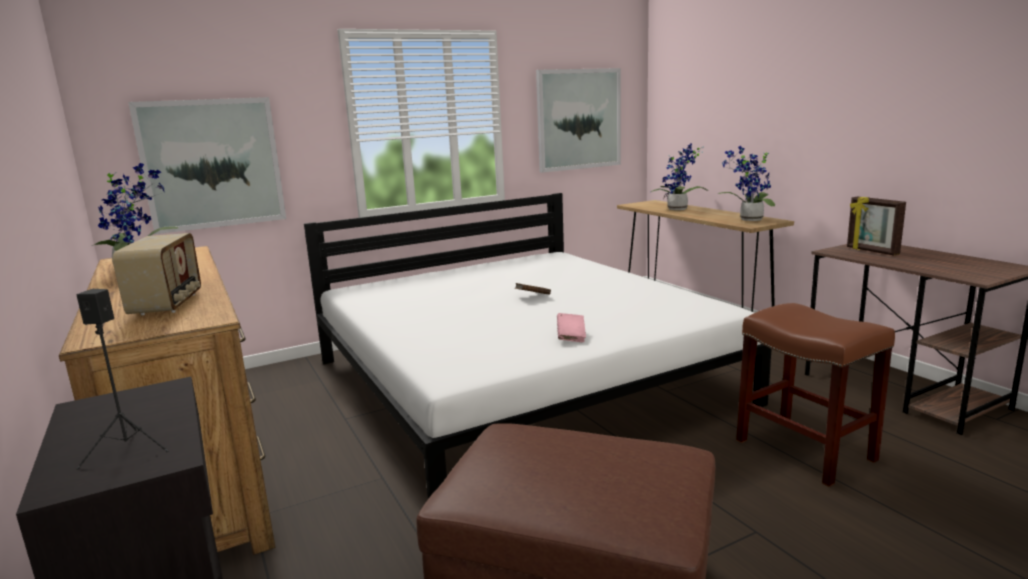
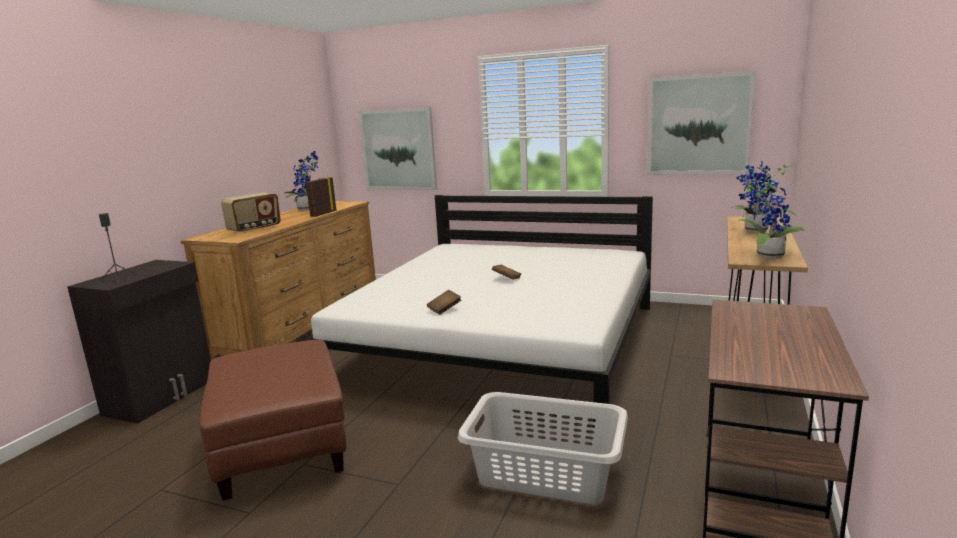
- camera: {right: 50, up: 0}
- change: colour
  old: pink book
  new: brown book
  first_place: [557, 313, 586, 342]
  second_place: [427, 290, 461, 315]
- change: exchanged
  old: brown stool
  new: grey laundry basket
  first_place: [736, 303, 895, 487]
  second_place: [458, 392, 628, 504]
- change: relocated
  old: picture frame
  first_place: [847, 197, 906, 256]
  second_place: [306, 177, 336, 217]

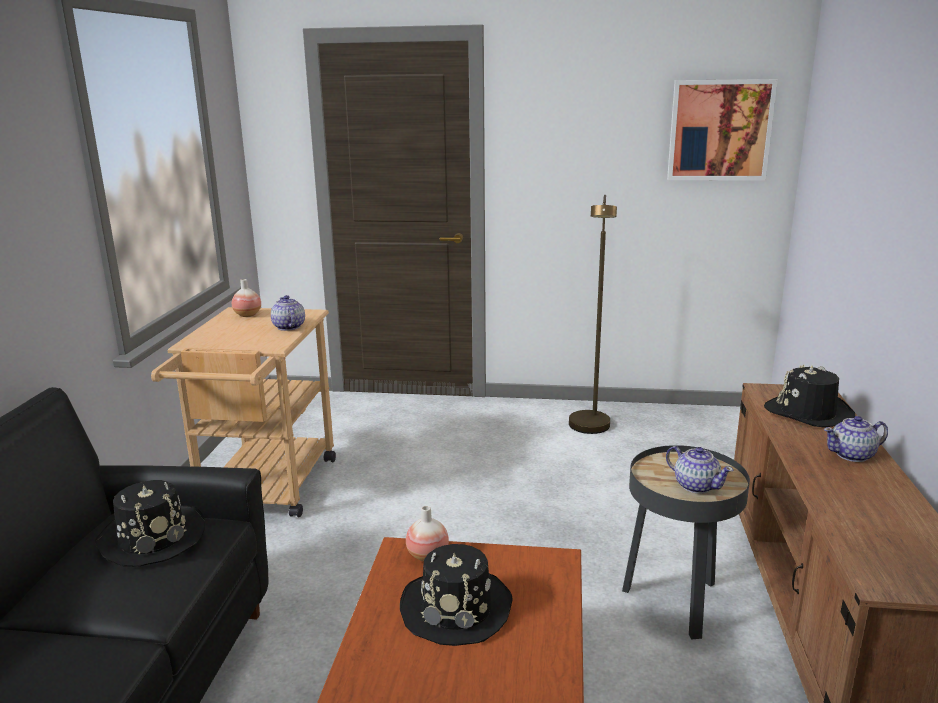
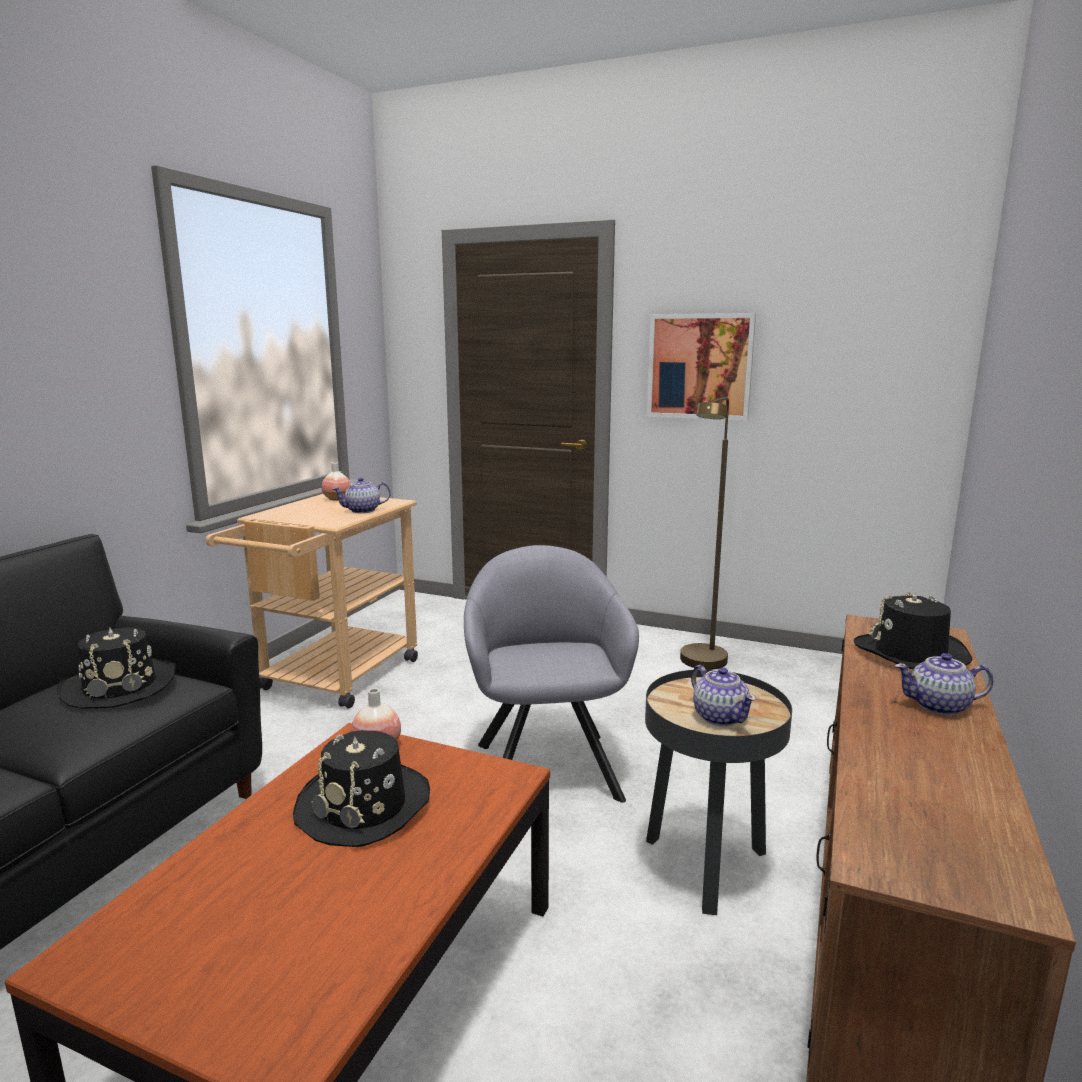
- camera: {right: 15, up: -5}
- change: spun
  old: teapot
  first_place: [271, 295, 305, 331]
  second_place: [332, 477, 391, 513]
  degrees: -105
- change: relocated
  old: picture
  first_place: [667, 79, 778, 181]
  second_place: [647, 313, 756, 421]
- change: appeared
  new: grey armchair
  second_place: [464, 545, 639, 803]

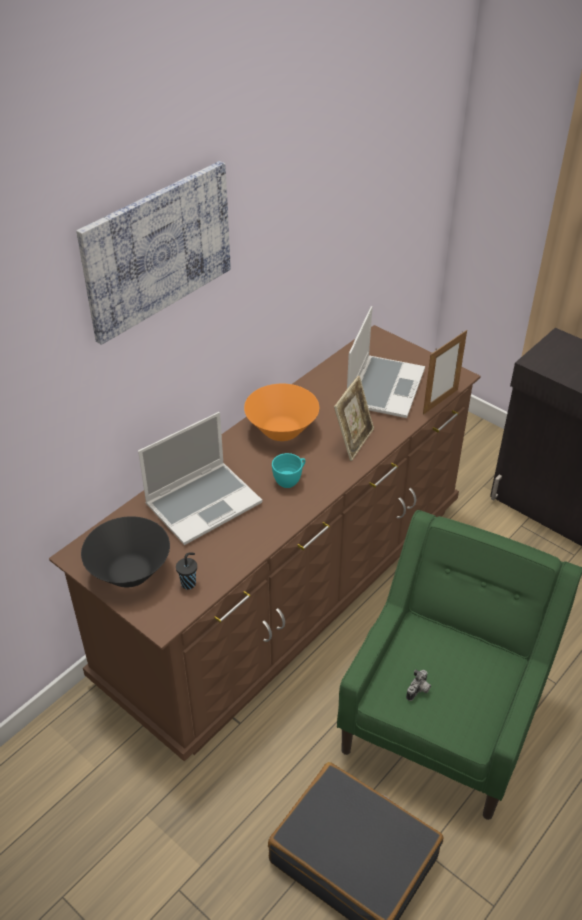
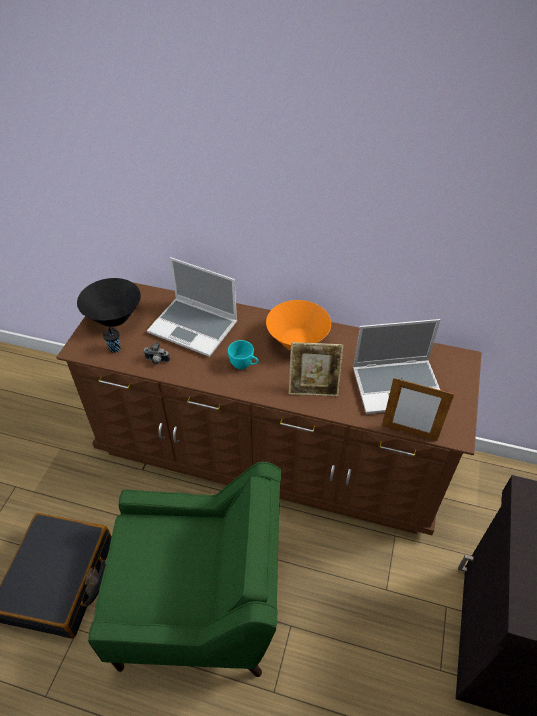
- camera: {right: 65, up: 5}
- change: missing
  old: picture
  first_place: [76, 161, 231, 345]
- change: relocated
  old: photo camera
  first_place: [406, 670, 431, 701]
  second_place: [143, 342, 170, 365]

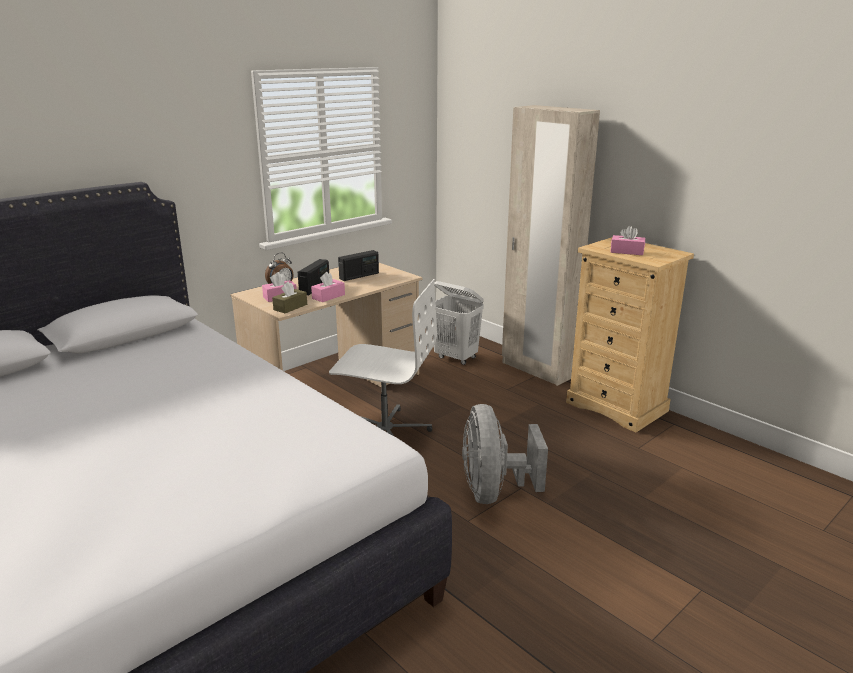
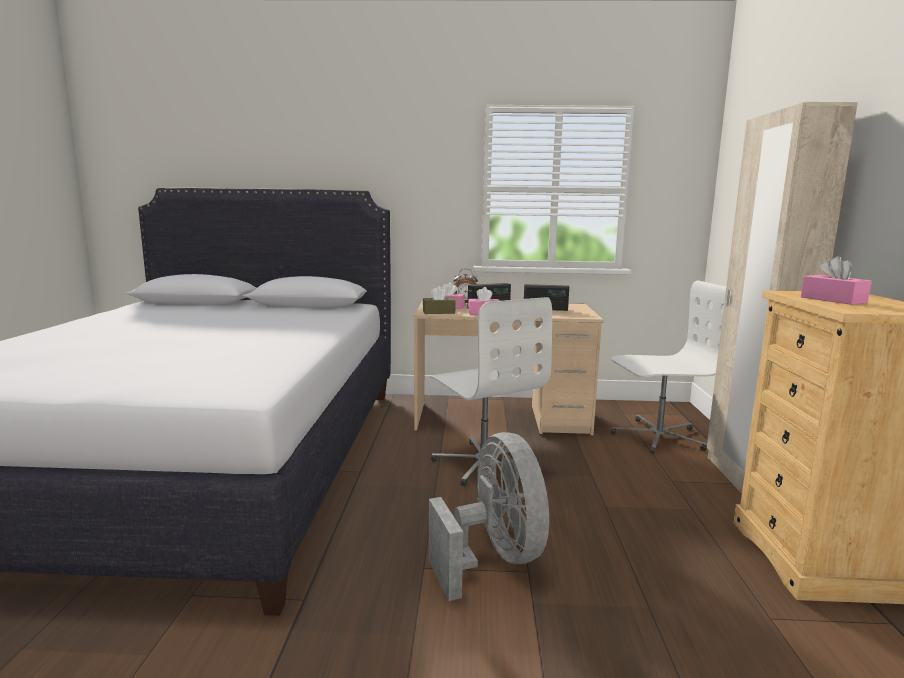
- camera: {right: 45, up: -10}
- change: exchanged
  old: white laundry basket
  new: white office chair
  first_place: [430, 281, 484, 365]
  second_place: [611, 281, 726, 454]
- change: spun
  old: grey fan
  first_place: [462, 404, 548, 504]
  second_place: [429, 432, 549, 601]
  degrees: 120

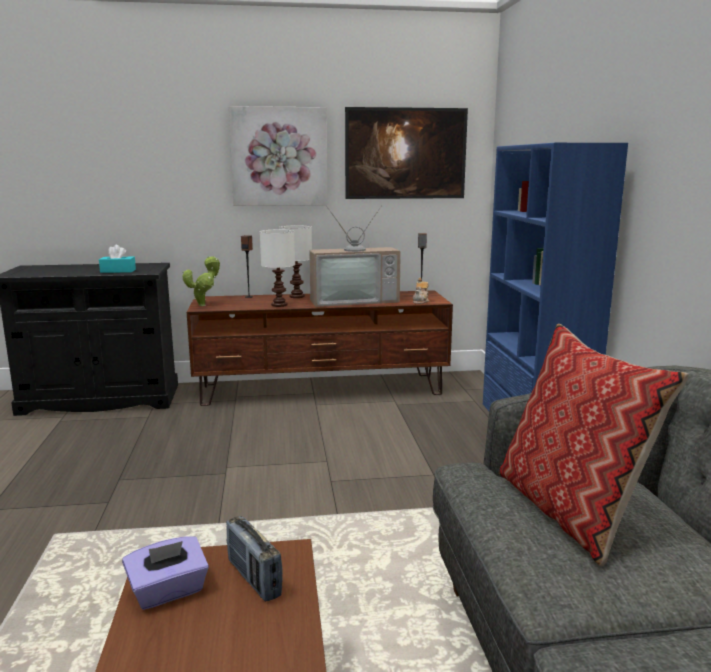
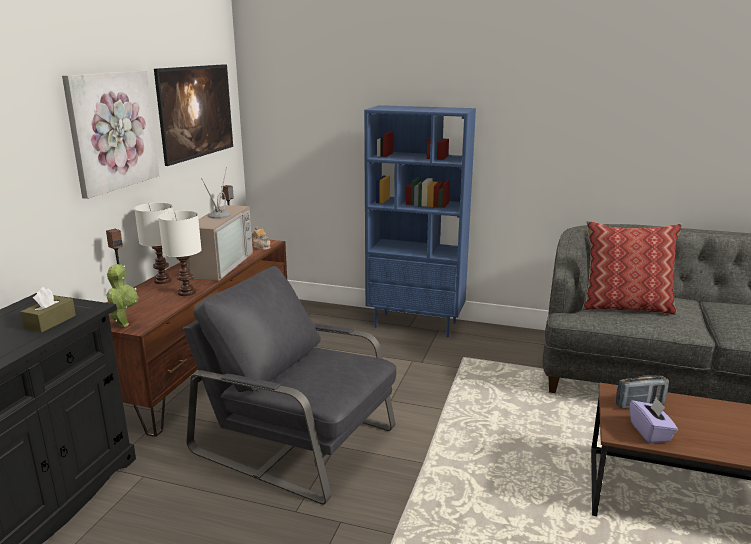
- camera: {right: -65, up: 5}
- change: colour
  old: turquoise tissue box
  new: brown tissue box
  first_place: [99, 245, 136, 273]
  second_place: [21, 287, 76, 333]
- change: appeared
  new: grey armchair
  second_place: [183, 266, 396, 504]

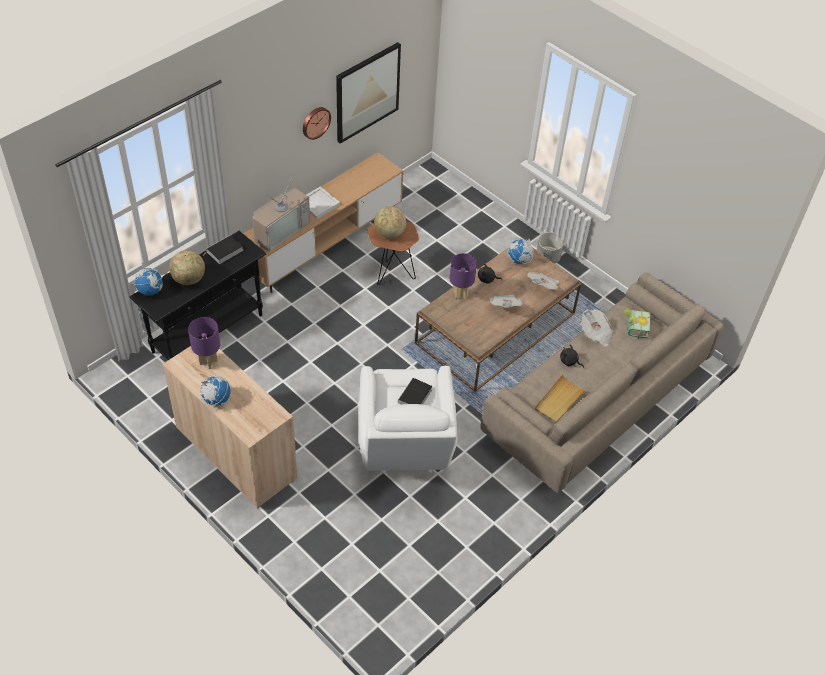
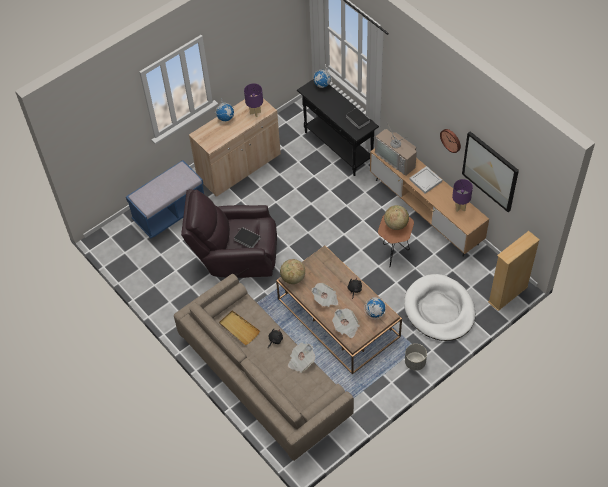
- camera: {right: 100, up: 5}
- change: relocated
  old: globe
  first_place: [169, 250, 205, 285]
  second_place: [280, 259, 305, 284]
- change: colour
  old: white armchair
  new: brown armchair
  first_place: [359, 366, 457, 474]
  second_place: [181, 189, 277, 278]
- change: relocated
  old: purple table lamp
  first_place: [449, 253, 477, 300]
  second_place: [452, 179, 473, 212]
- change: missing
  old: book
  first_place: [624, 309, 651, 338]
- change: appeared
  new: blue bench
  second_place: [126, 160, 204, 238]
- change: appeared
  new: white dog bed
  second_place: [404, 274, 475, 341]
- change: appeared
  new: beige bookcase
  second_place: [488, 231, 540, 311]

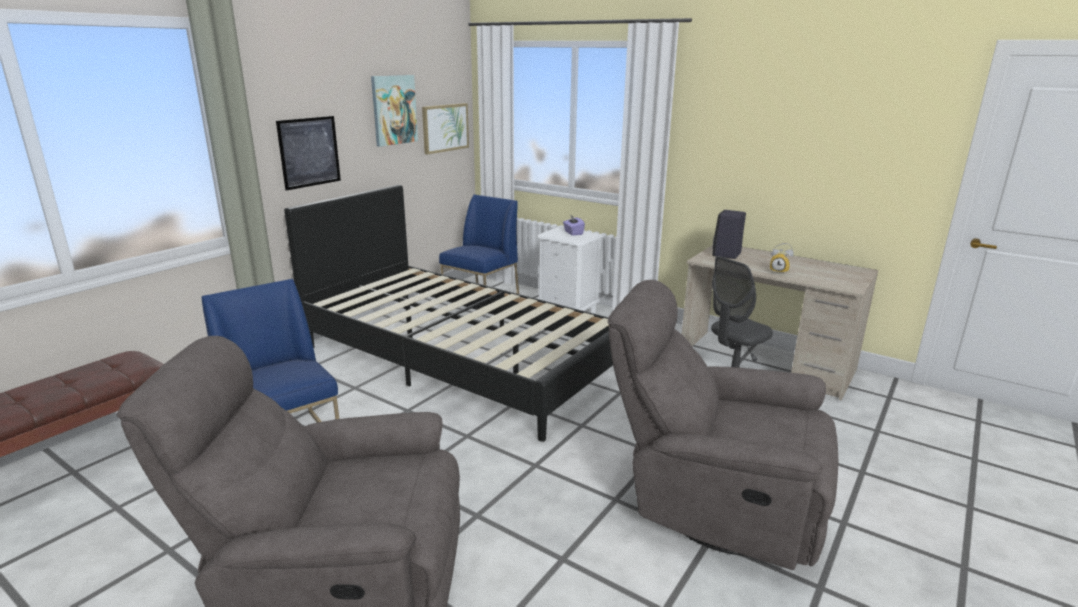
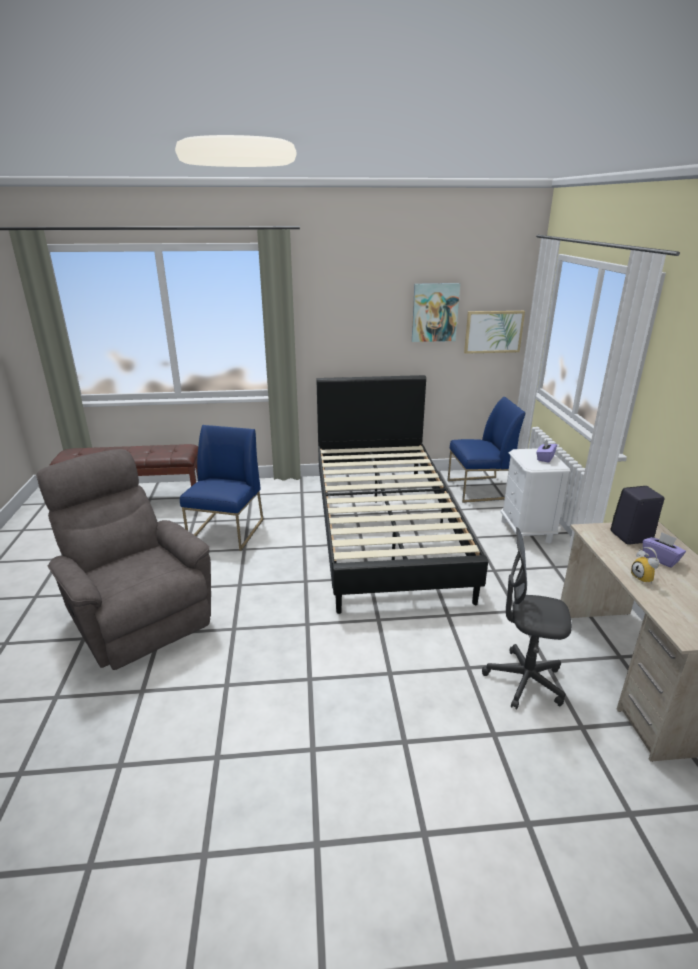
- camera: {right: 50, up: 5}
- change: missing
  old: picture
  first_place: [276, 116, 341, 191]
- change: missing
  old: grey armchair
  first_place: [607, 280, 838, 570]
- change: appeared
  new: purple tissue box
  second_place: [643, 532, 686, 568]

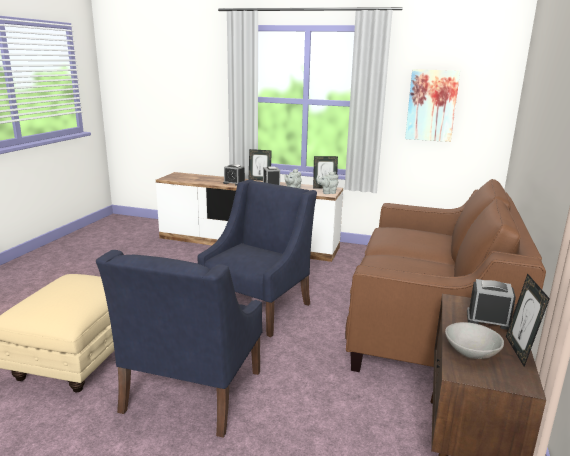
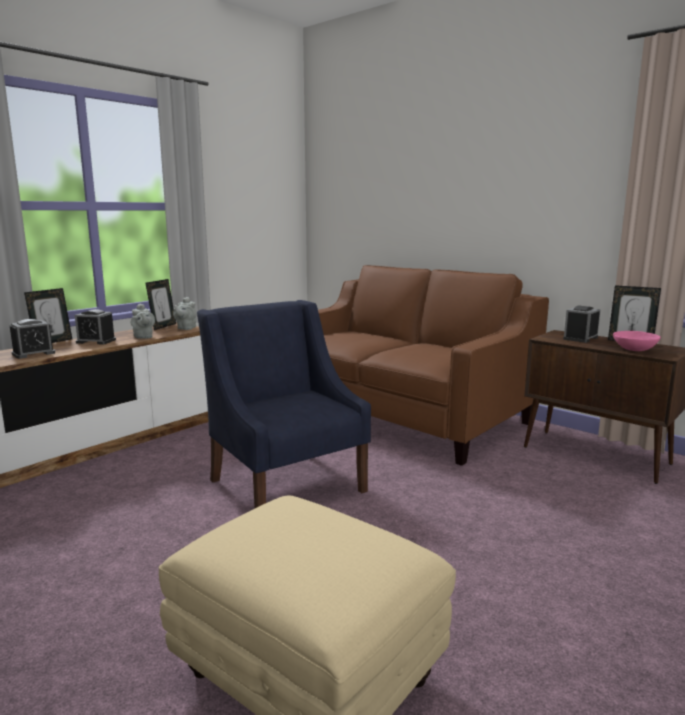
- camera: {right: -65, up: -5}
- change: missing
  old: blue armchair
  first_place: [96, 250, 263, 438]
- change: missing
  old: picture
  first_place: [405, 69, 460, 142]
- change: colour
  old: grey bowl
  new: pink bowl
  first_place: [445, 322, 504, 359]
  second_place: [613, 331, 661, 351]

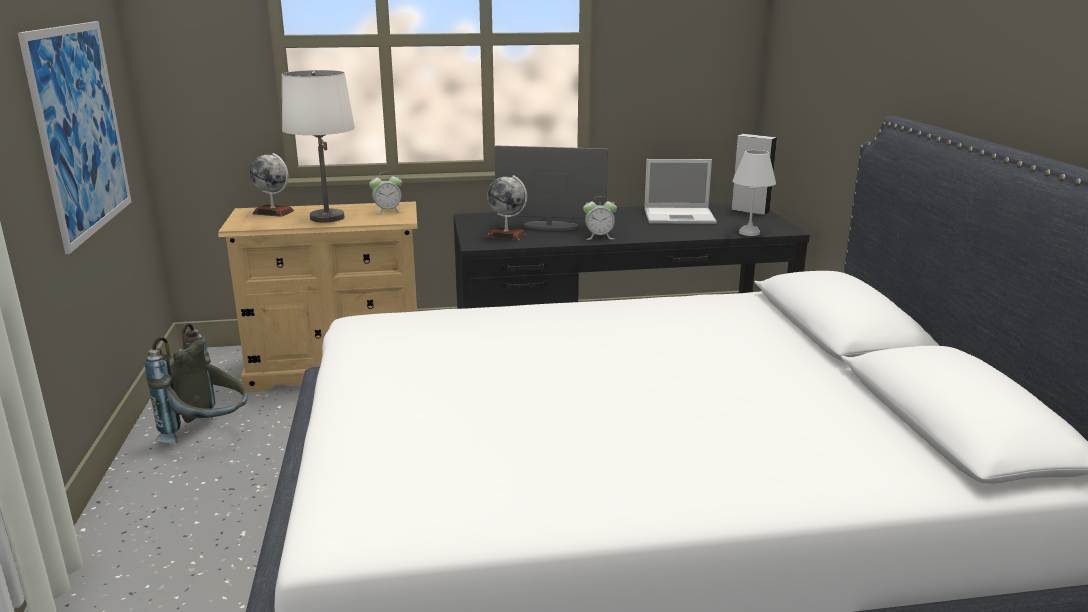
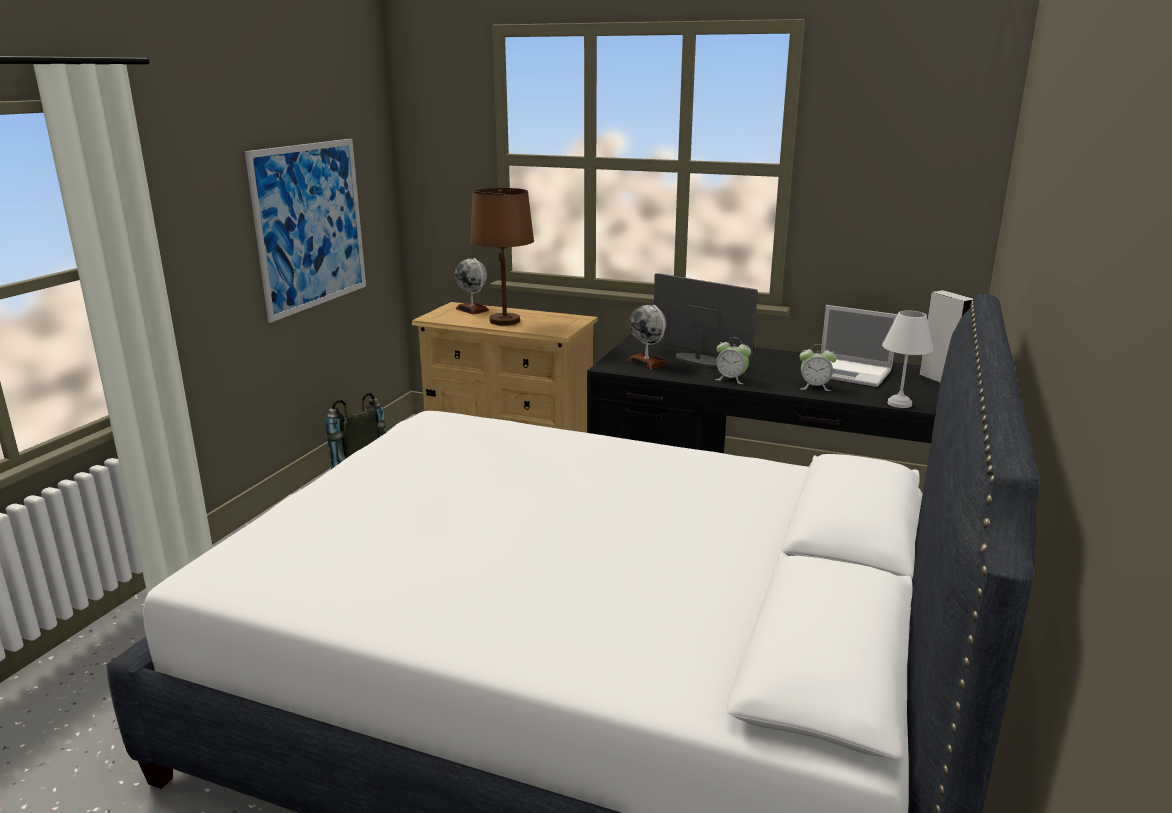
- camera: {right: 30, up: 0}
- change: colour
  old: white table lamp
  new: brown table lamp
  first_place: [282, 70, 355, 222]
  second_place: [470, 188, 534, 325]
- change: relocated
  old: alarm clock
  first_place: [369, 172, 402, 215]
  second_place: [799, 344, 837, 391]

